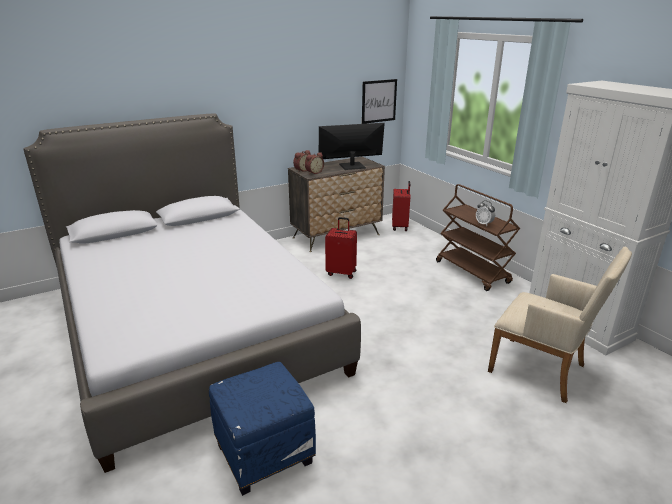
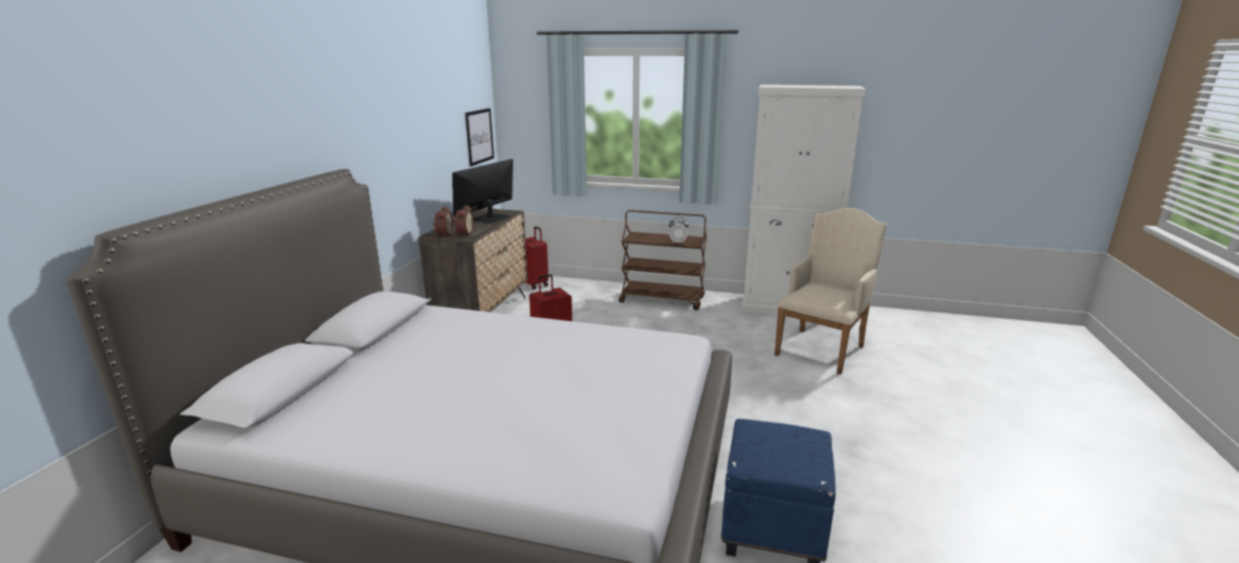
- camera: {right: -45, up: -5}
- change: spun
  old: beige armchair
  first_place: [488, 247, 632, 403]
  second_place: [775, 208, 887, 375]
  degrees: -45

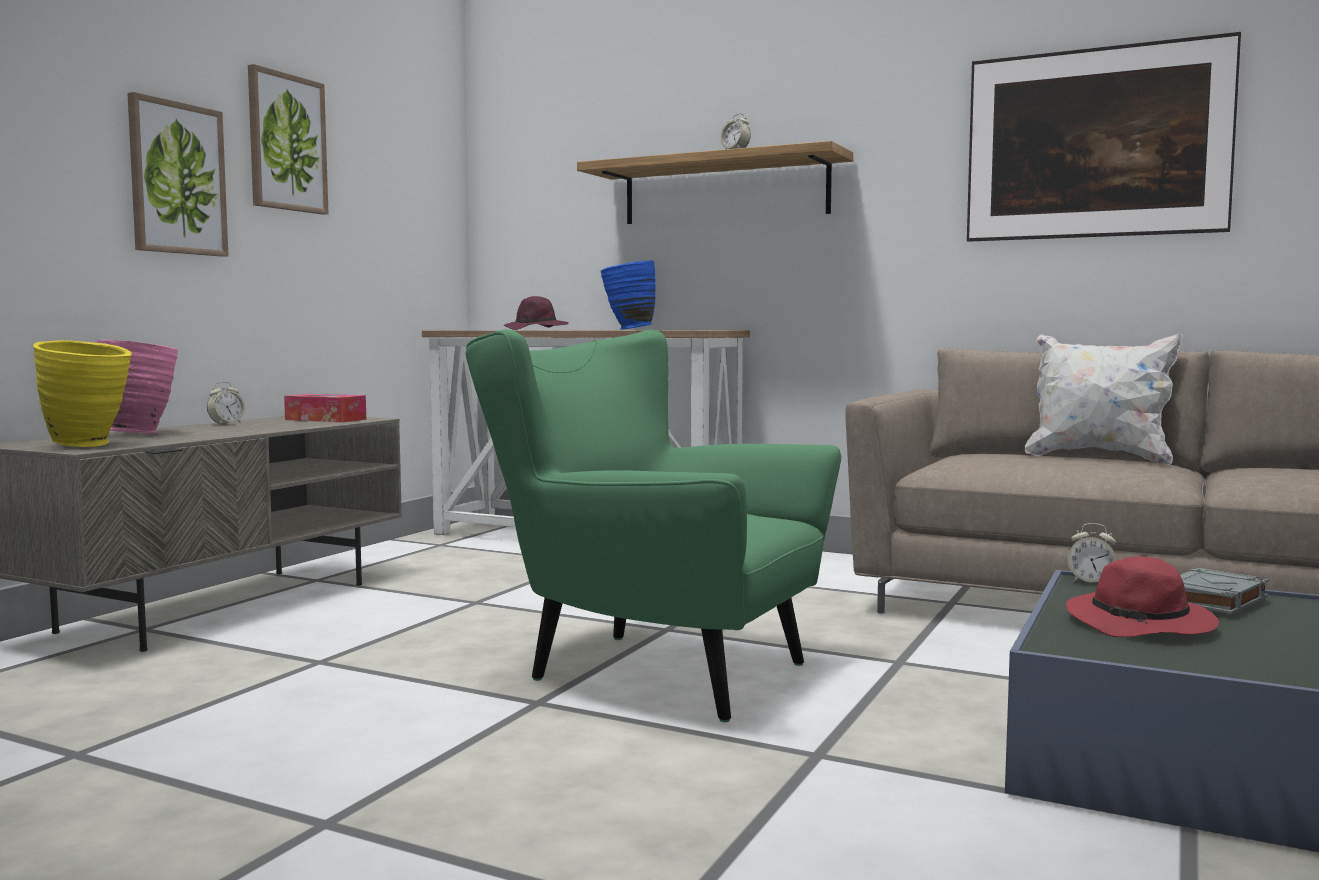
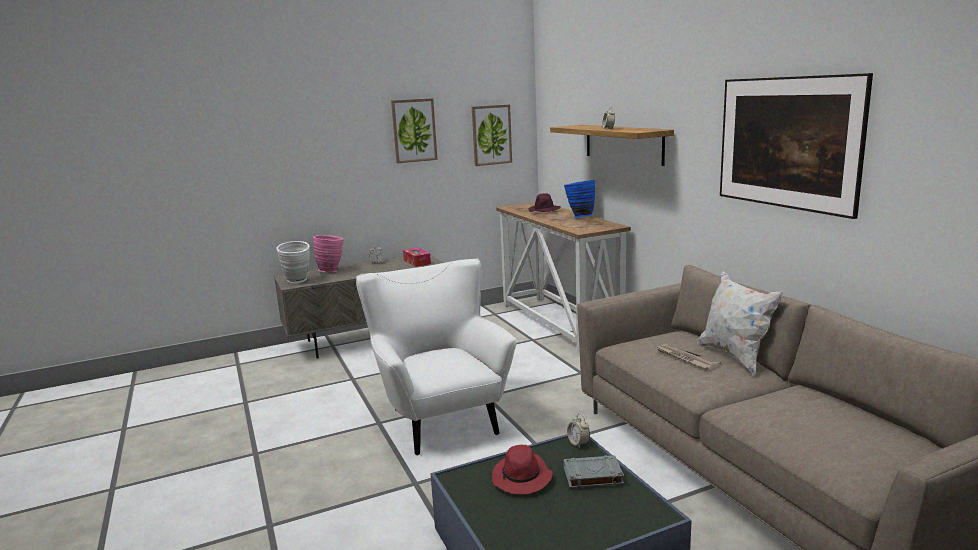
- camera: {right: 40, up: 10}
- change: colour
  old: yellow vase
  new: white vase
  first_place: [33, 340, 132, 447]
  second_place: [276, 241, 310, 283]
- change: relocated
  old: picture
  first_place: [127, 92, 228, 257]
  second_place: [472, 104, 512, 166]
- change: colour
  old: green armchair
  new: white armchair
  first_place: [465, 329, 842, 722]
  second_place: [356, 258, 517, 456]
- change: appeared
  new: newspaper
  second_place: [656, 344, 722, 370]

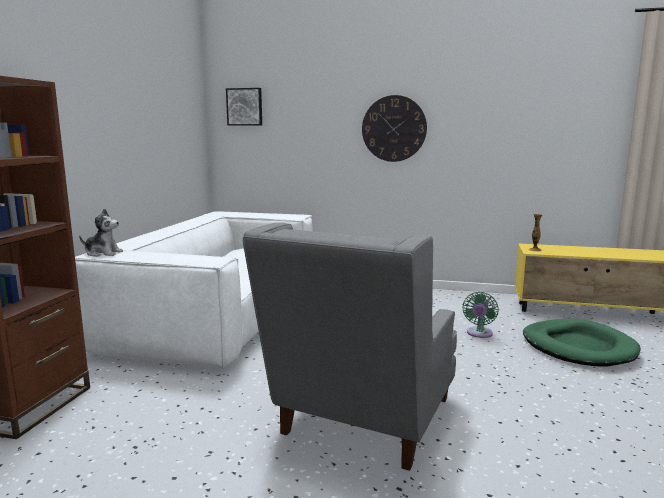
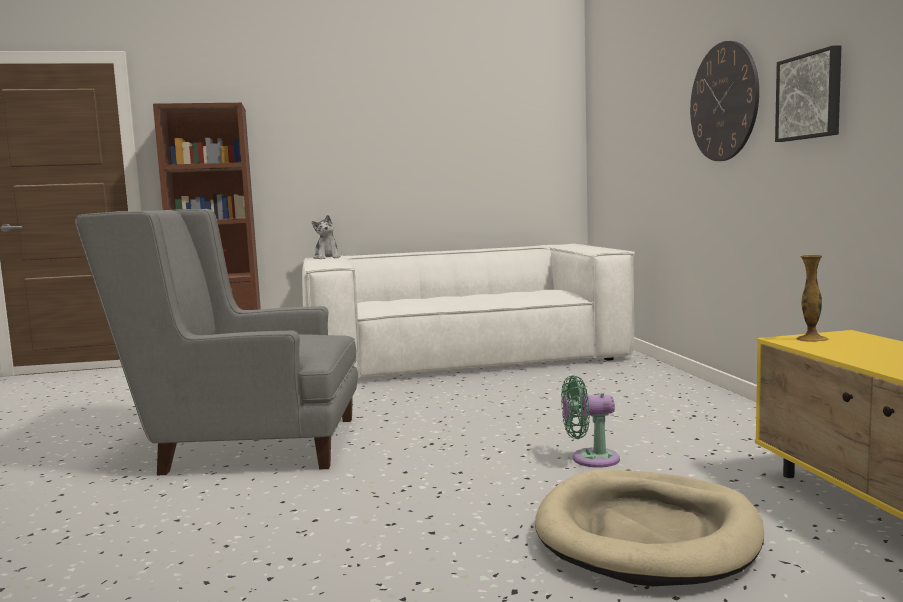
- camera: {right: 65, up: -5}
- change: relocated
  old: picture
  first_place: [226, 88, 262, 126]
  second_place: [775, 46, 841, 142]
- change: colour
  old: green dog bed
  new: beige dog bed
  first_place: [523, 319, 641, 367]
  second_place: [535, 470, 764, 586]

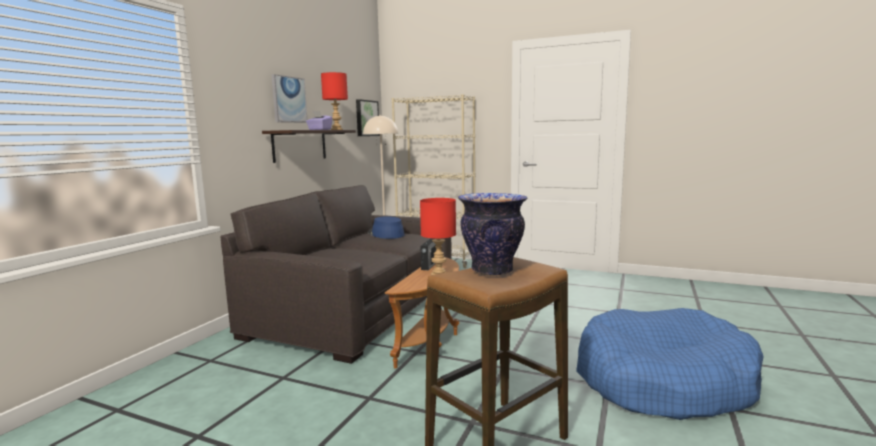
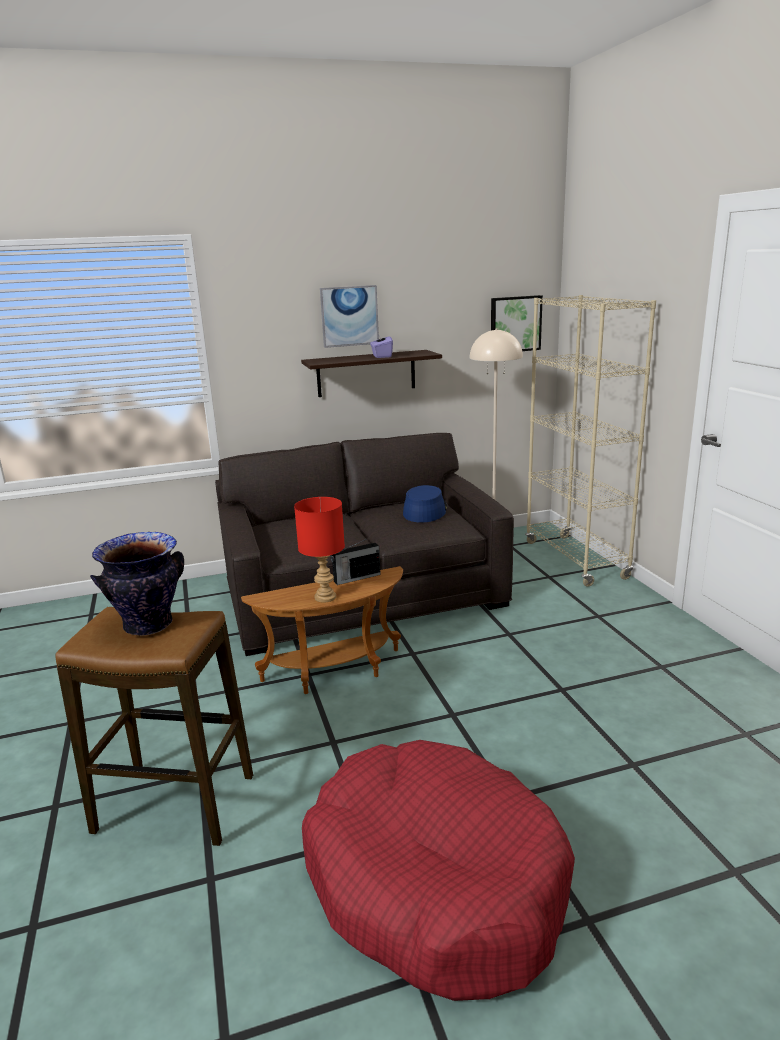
- camera: {right: 50, up: 10}
- change: missing
  old: red table lamp
  first_place: [321, 72, 348, 130]
- change: colour
  old: blue dog bed
  new: red dog bed
  first_place: [576, 308, 764, 420]
  second_place: [302, 740, 575, 1001]

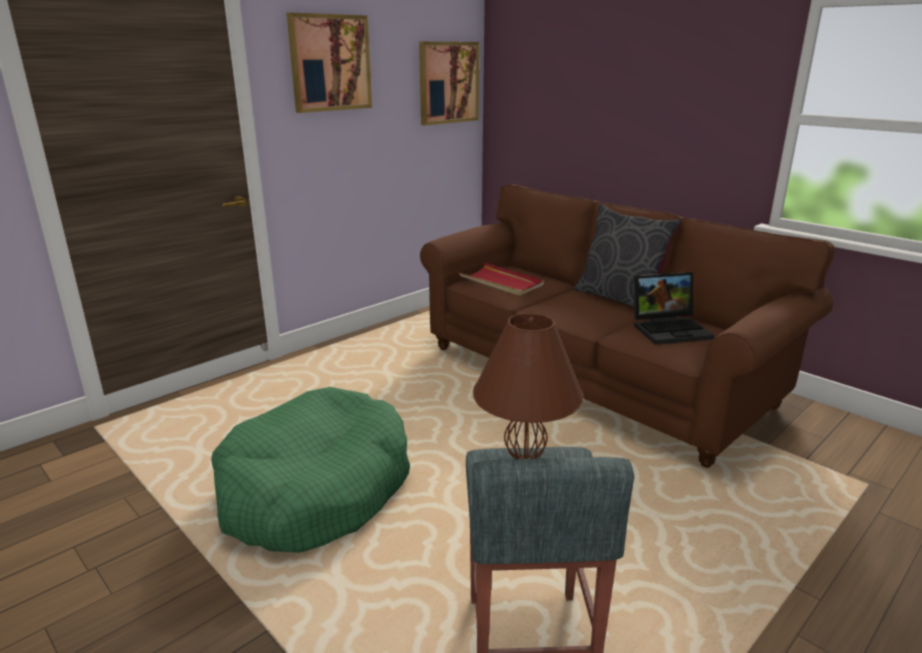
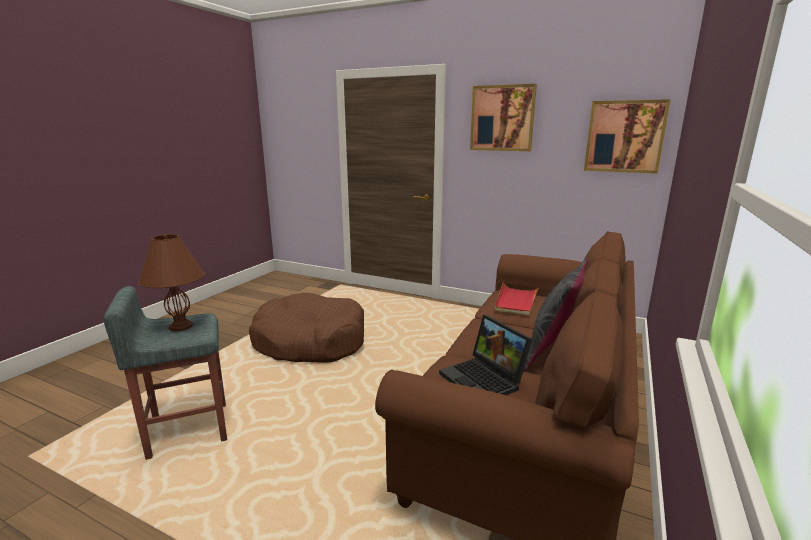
- camera: {right: 70, up: -5}
- change: colour
  old: green dog bed
  new: brown dog bed
  first_place: [211, 387, 410, 553]
  second_place: [249, 293, 364, 362]

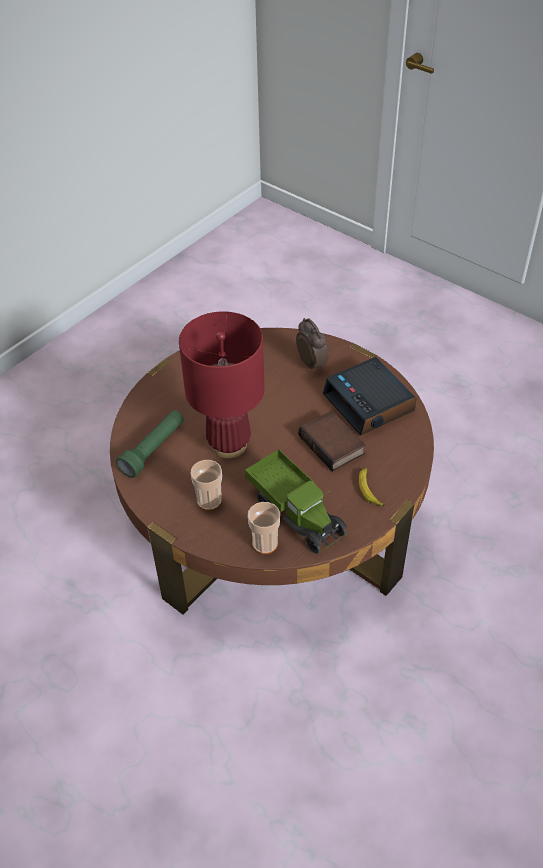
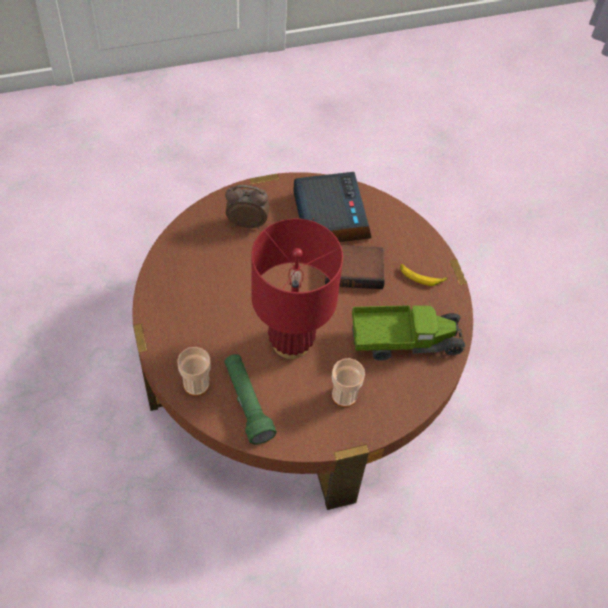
- camera: {right: -60, up: 10}
- change: relocated
  old: cup
  first_place: [248, 502, 280, 554]
  second_place: [177, 347, 211, 396]
- change: spun
  old: alarm clock
  first_place: [323, 357, 417, 436]
  second_place: [293, 172, 371, 242]
  degrees: -105

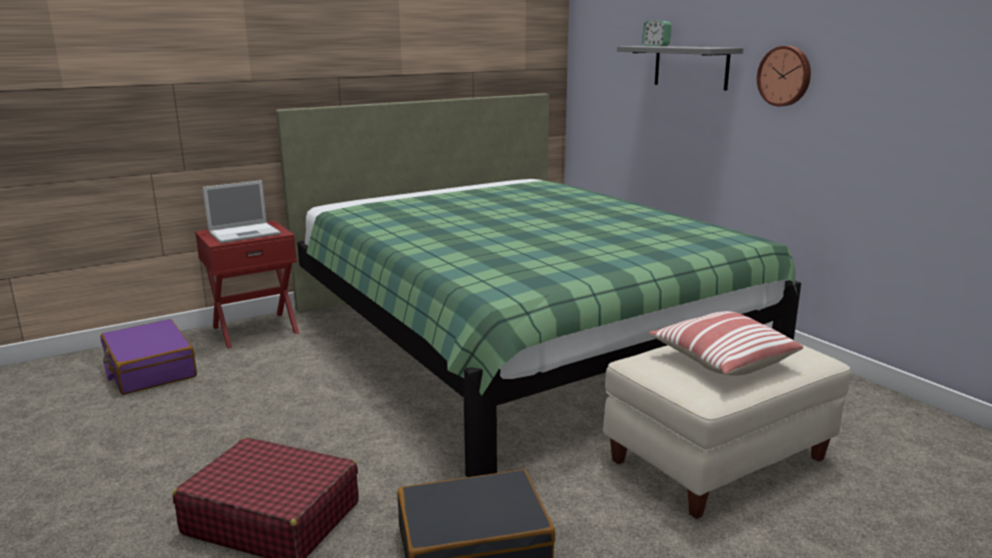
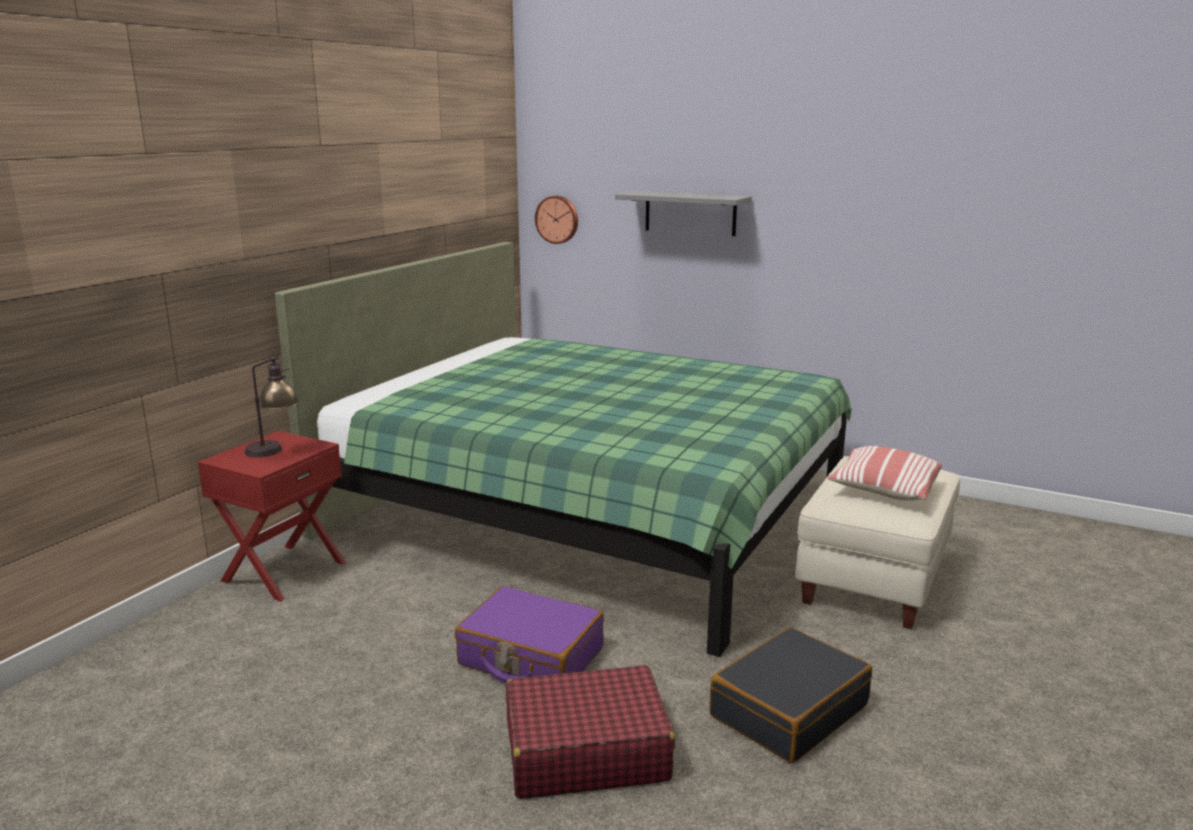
- camera: {right: -30, up: 0}
- change: relocated
  old: purple suitcase
  first_place: [100, 319, 197, 395]
  second_place: [455, 586, 604, 684]
- change: exchanged
  old: laptop
  new: table lamp
  first_place: [203, 180, 281, 243]
  second_place: [245, 356, 299, 457]
- change: missing
  old: alarm clock
  first_place: [642, 21, 671, 46]
- change: relocated
  old: wall clock
  first_place: [757, 46, 811, 106]
  second_place: [535, 196, 578, 244]

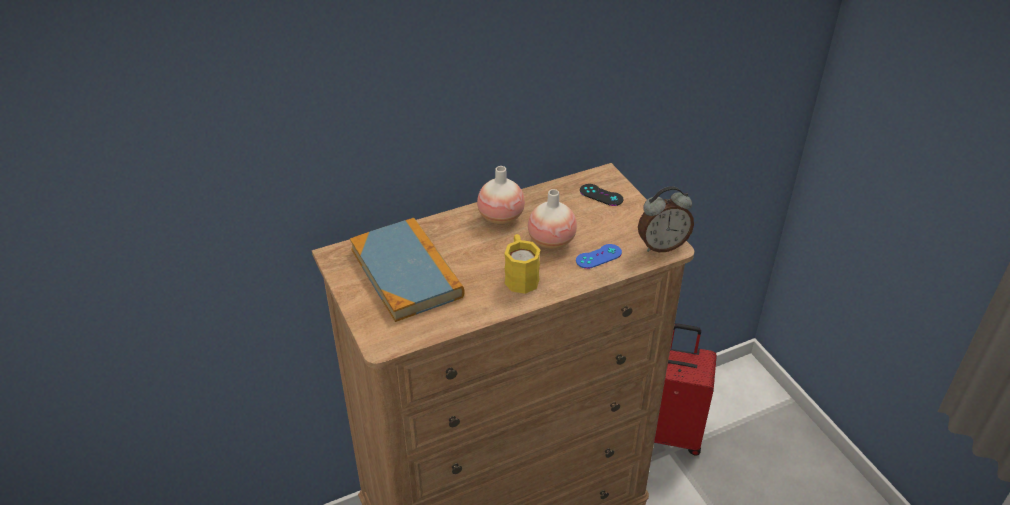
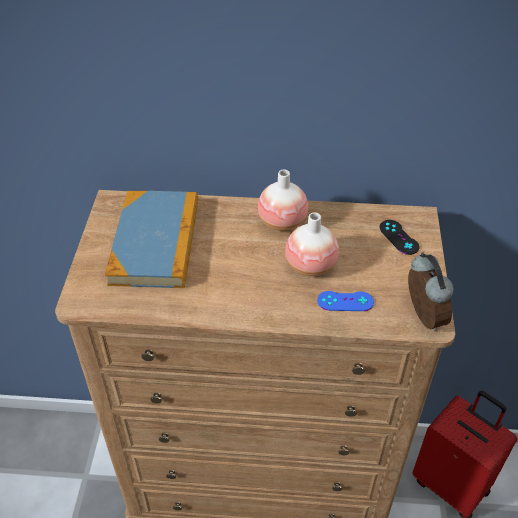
- camera: {right: 30, up: 5}
- change: missing
  old: yellow mug
  first_place: [504, 234, 540, 294]
- change: spun
  old: alarm clock
  first_place: [638, 186, 694, 252]
  second_place: [408, 252, 454, 332]
  degrees: -120

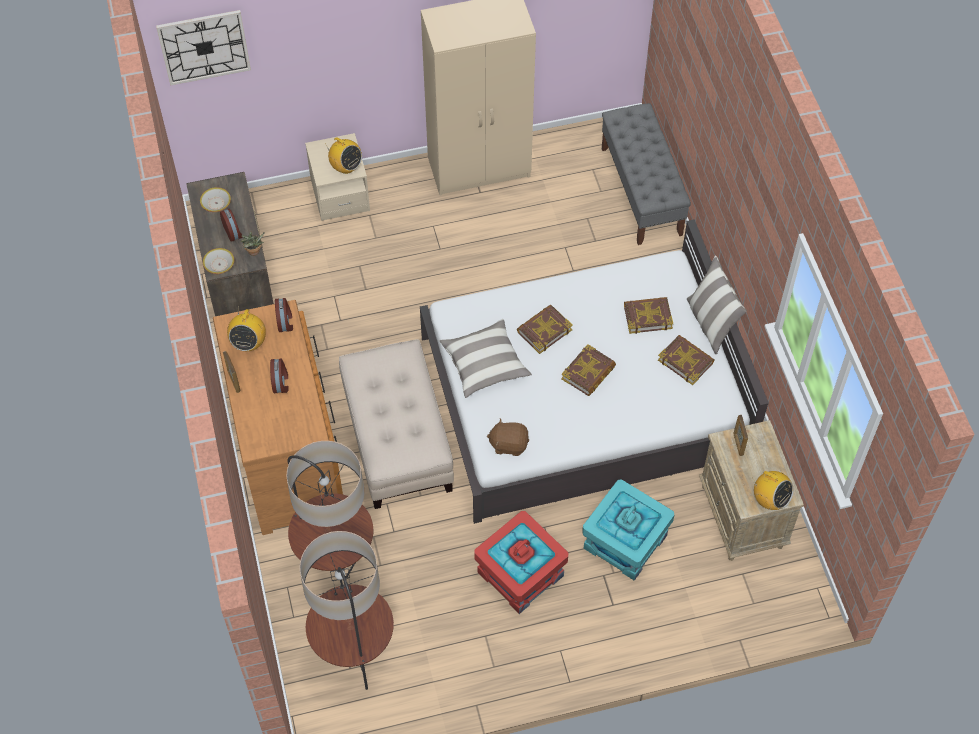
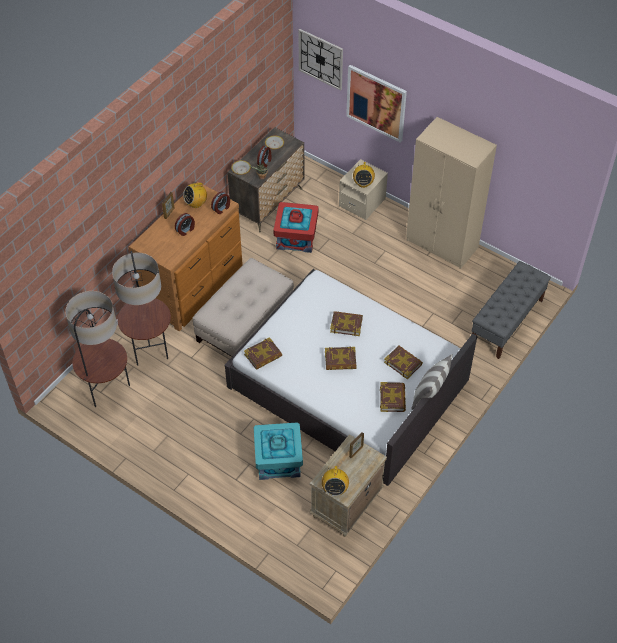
- camera: {right: 50, up: -5}
- change: missing
  old: pillow
  first_place: [439, 319, 532, 398]
- change: relocated
  old: red storage box
  first_place: [474, 511, 568, 614]
  second_place: [273, 202, 319, 253]
- change: exchanged
  old: brown plush toy
  new: book
  first_place: [487, 418, 529, 456]
  second_place: [244, 337, 282, 370]
- change: appeared
  new: picture
  second_place: [346, 65, 407, 143]

